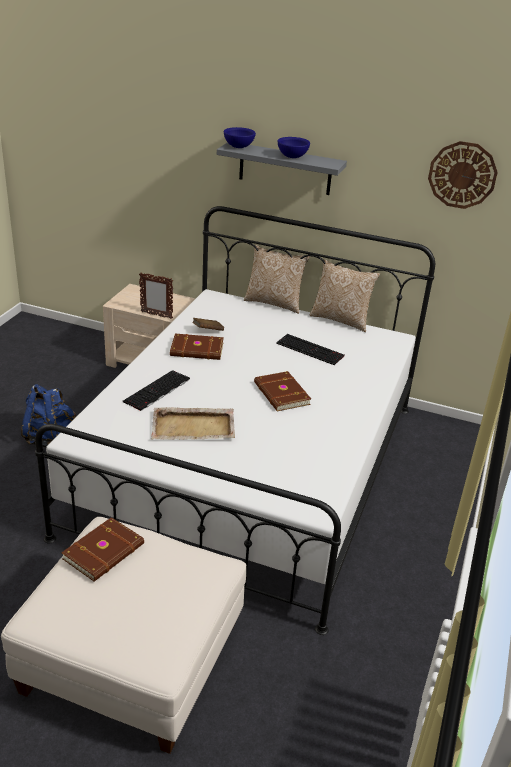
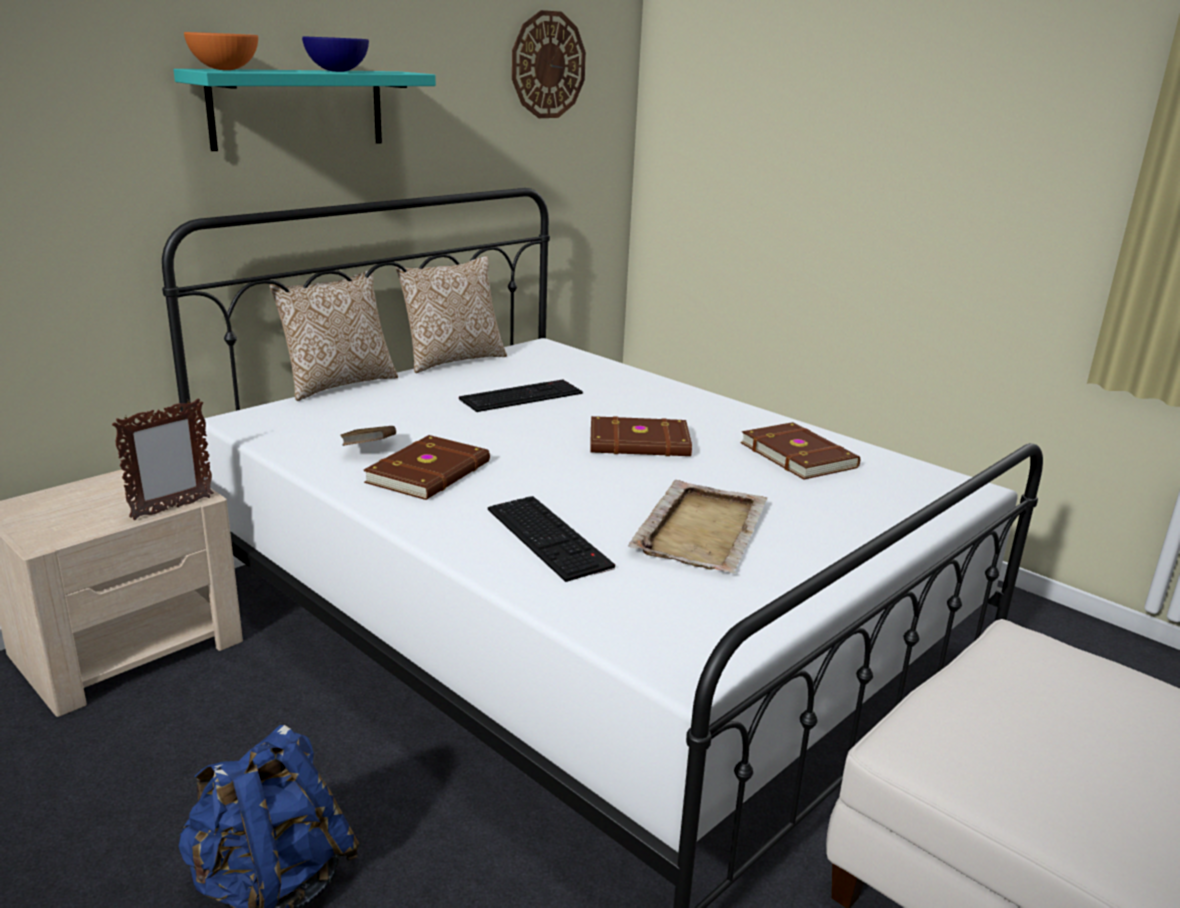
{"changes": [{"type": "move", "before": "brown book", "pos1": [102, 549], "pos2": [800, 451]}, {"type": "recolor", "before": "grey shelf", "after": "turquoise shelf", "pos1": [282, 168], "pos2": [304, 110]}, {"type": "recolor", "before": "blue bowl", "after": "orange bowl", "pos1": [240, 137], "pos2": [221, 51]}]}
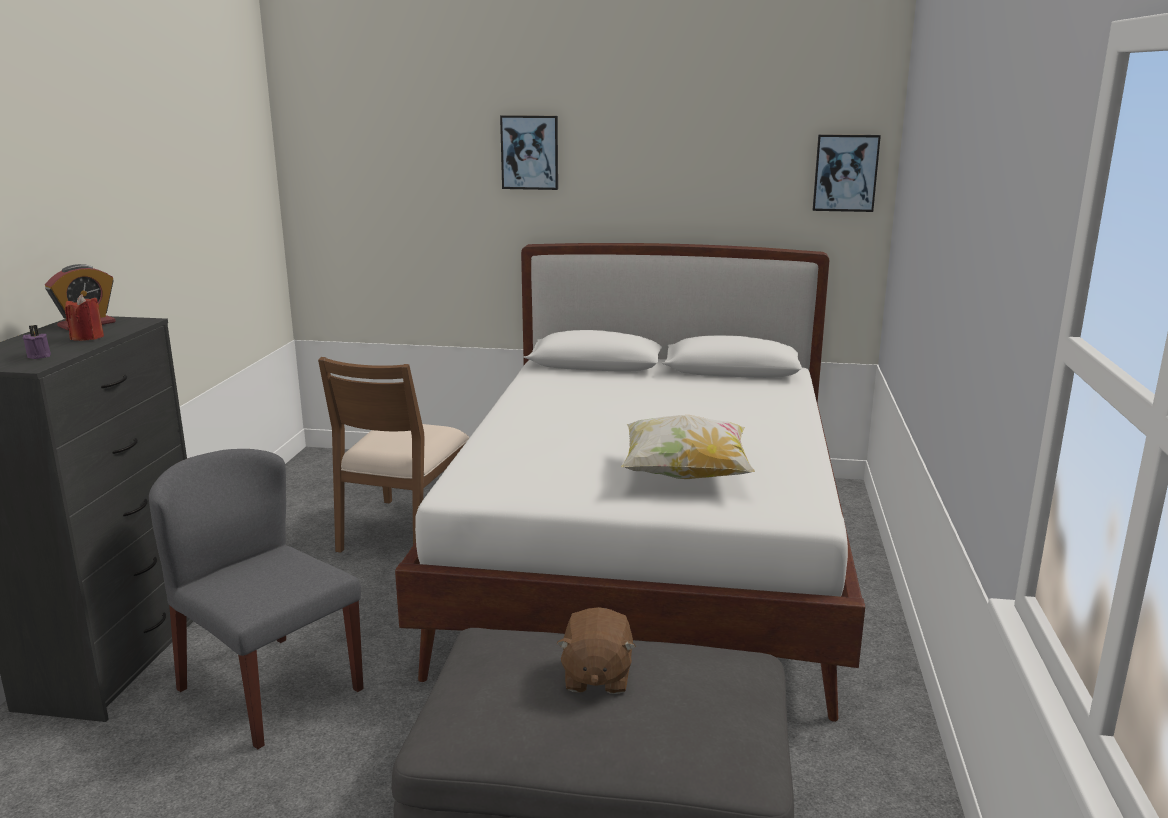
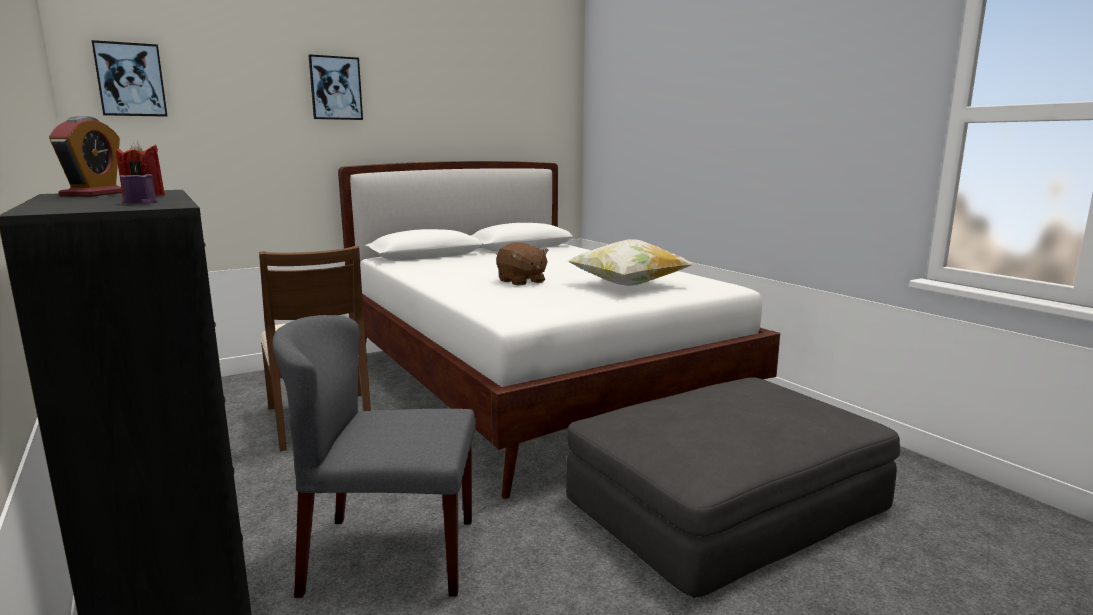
{"changes": [{"type": "move", "before": "brown plush toy", "pos1": [596, 650], "pos2": [522, 264]}, {"type": "move", "before": "picture", "pos1": [847, 173], "pos2": [129, 78]}]}
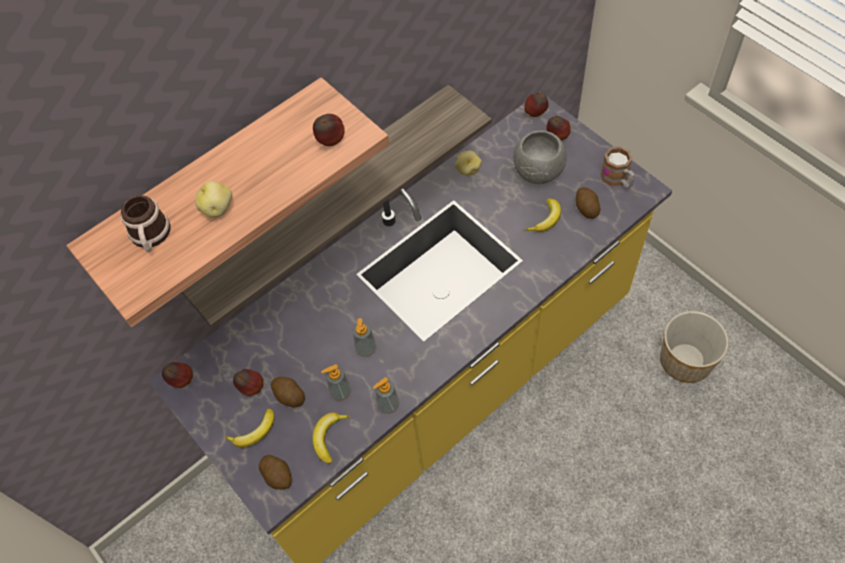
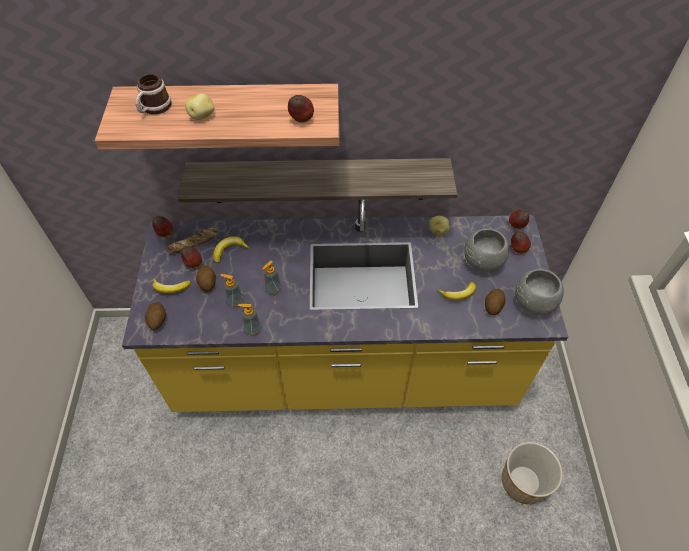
{"changes": [{"type": "move", "before": "banana", "pos1": [331, 438], "pos2": [231, 250]}, {"type": "replace", "before": "mug", "after": "grey bowl", "pos1": [618, 167], "pos2": [539, 292]}, {"type": "insert", "after": "bread", "pos2": [193, 240]}]}
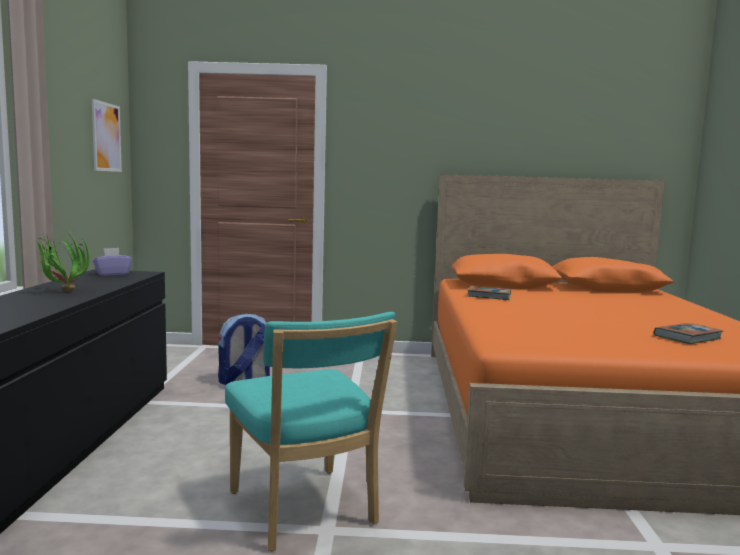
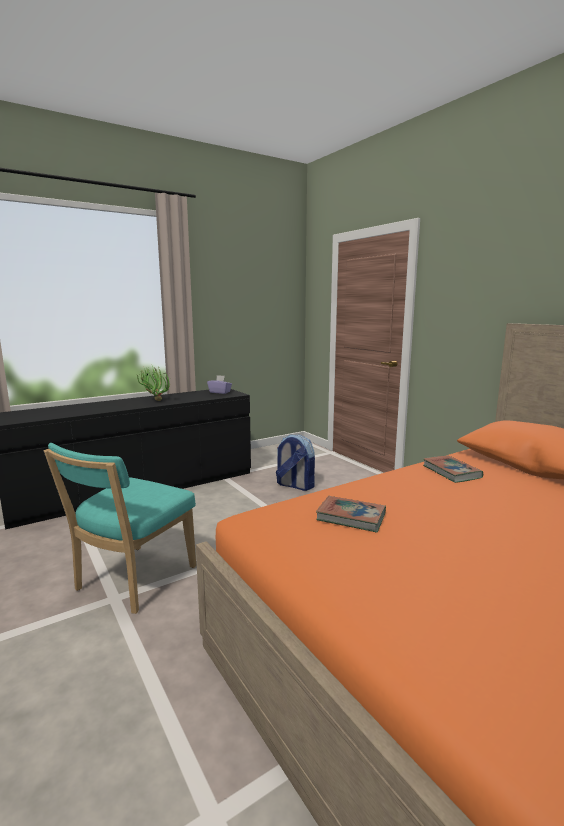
{"changes": [{"type": "delete", "before": "picture", "pos1": [107, 135]}, {"type": "move", "before": "book", "pos1": [688, 333], "pos2": [351, 514]}]}
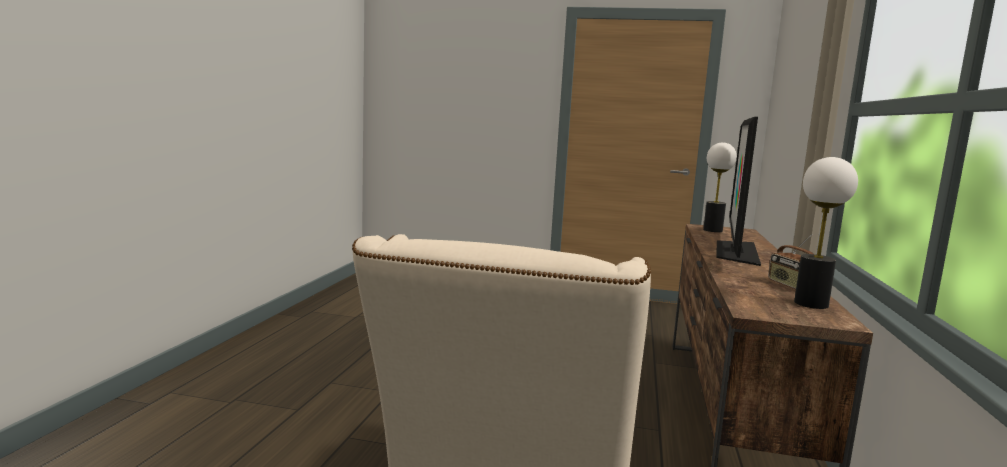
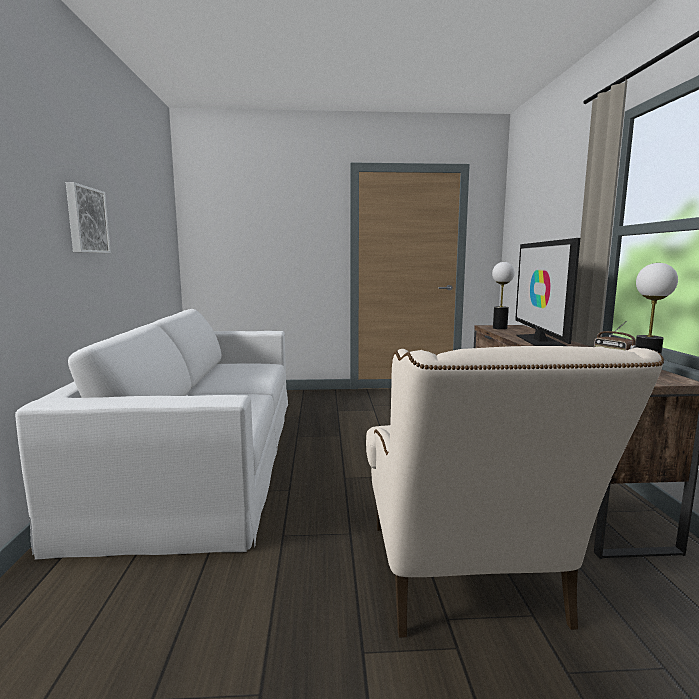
{"changes": [{"type": "insert", "after": "white sofa", "pos2": [151, 434]}, {"type": "insert", "after": "picture", "pos2": [88, 217]}]}
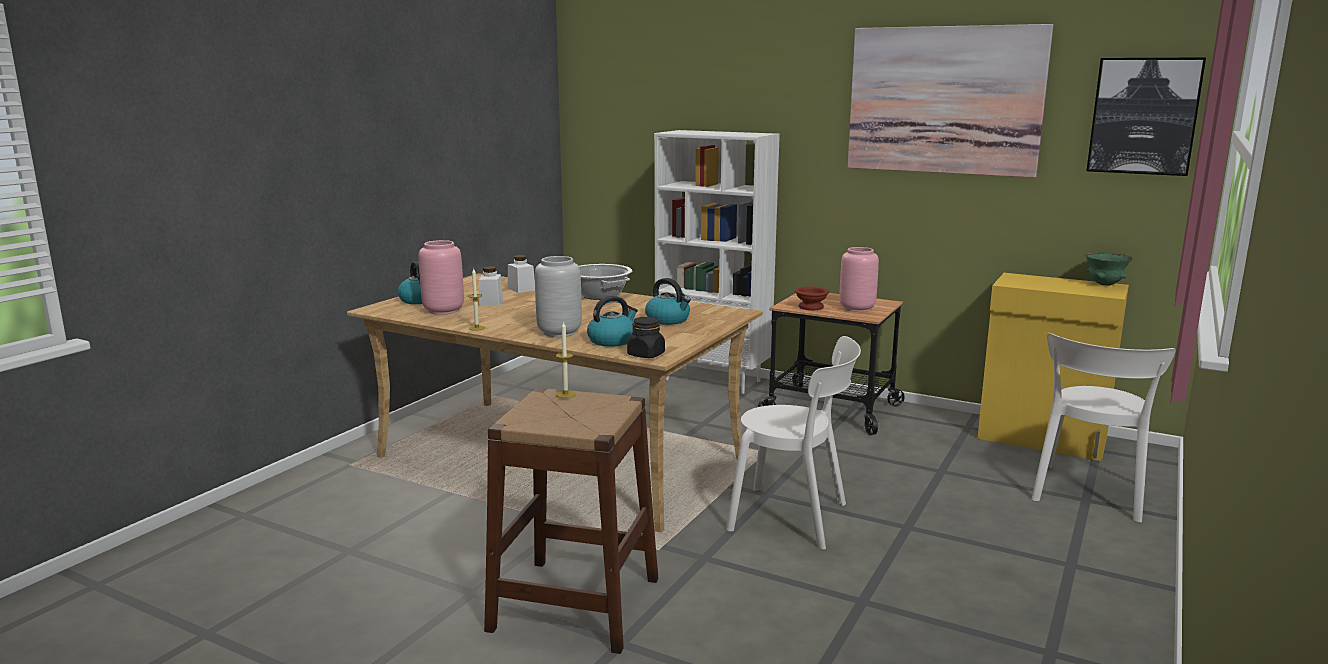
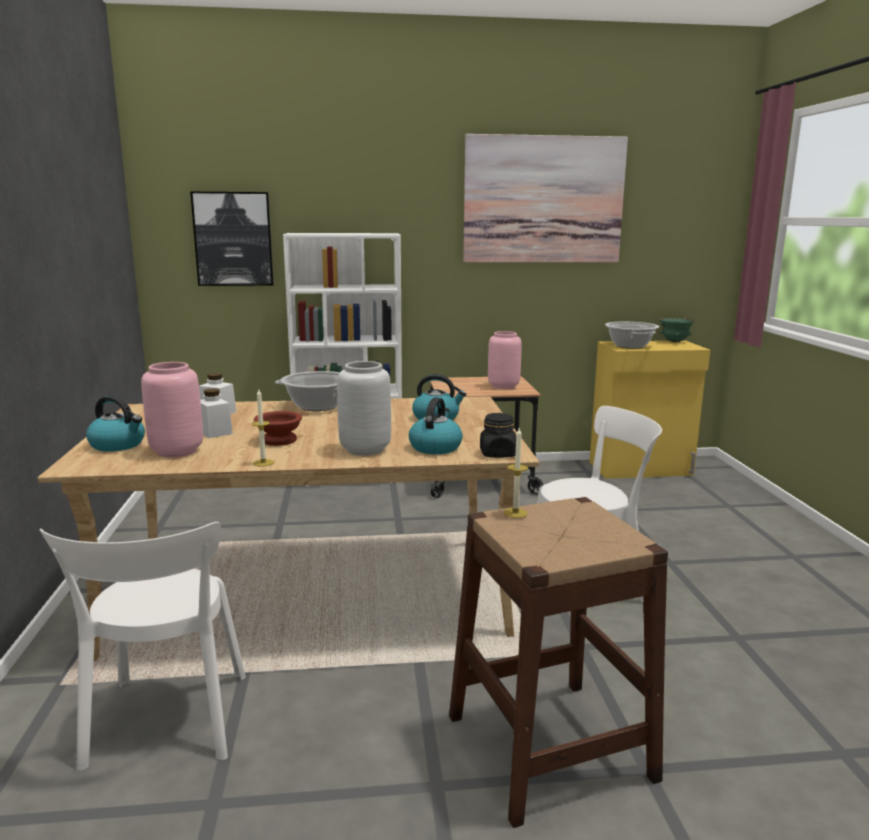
{"changes": [{"type": "move", "before": "brown bowl", "pos1": [812, 298], "pos2": [278, 428]}, {"type": "move", "before": "white chair", "pos1": [1104, 427], "pos2": [142, 646]}, {"type": "move", "before": "picture", "pos1": [1146, 116], "pos2": [232, 239]}, {"type": "insert", "after": "cooking pot", "pos2": [632, 335]}]}
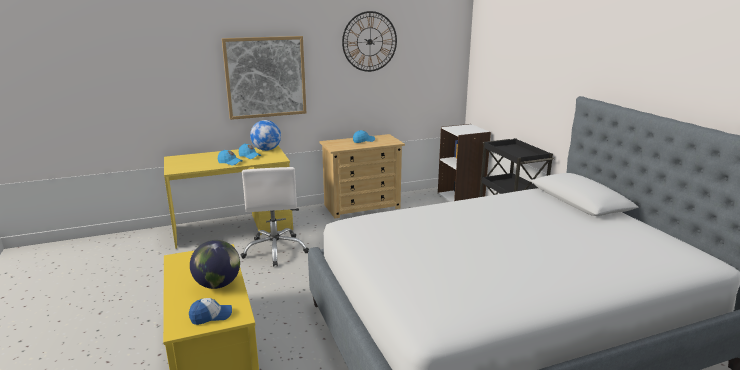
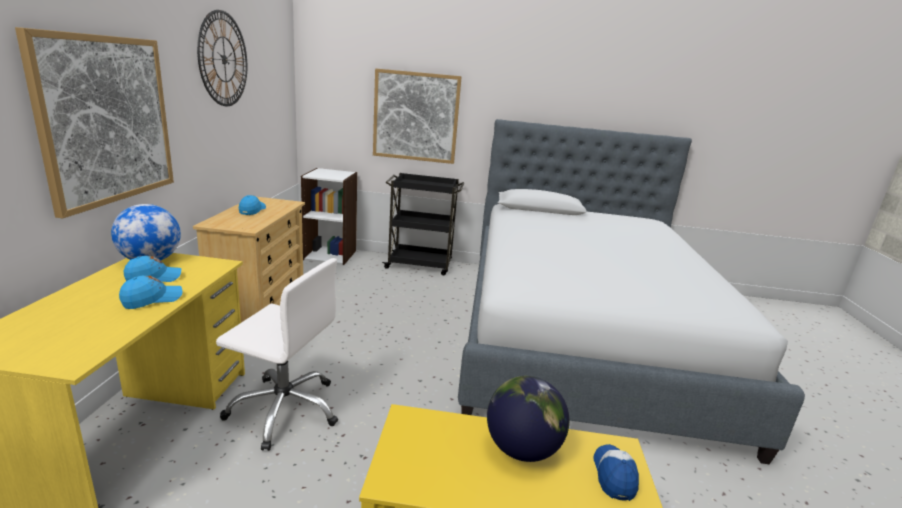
{"changes": [{"type": "insert", "after": "picture", "pos2": [417, 116]}]}
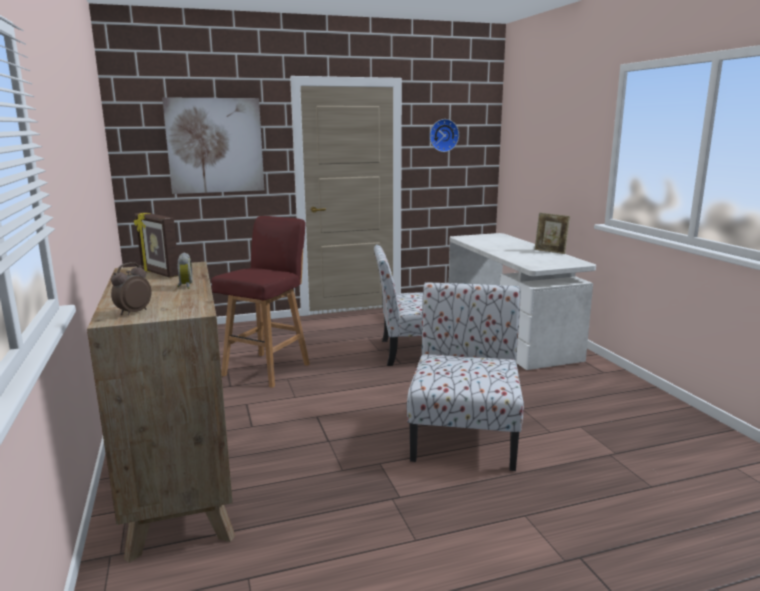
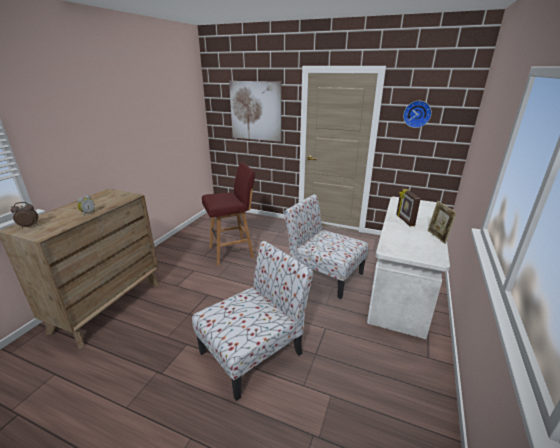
{"changes": [{"type": "move", "before": "picture frame", "pos1": [156, 245], "pos2": [408, 207]}]}
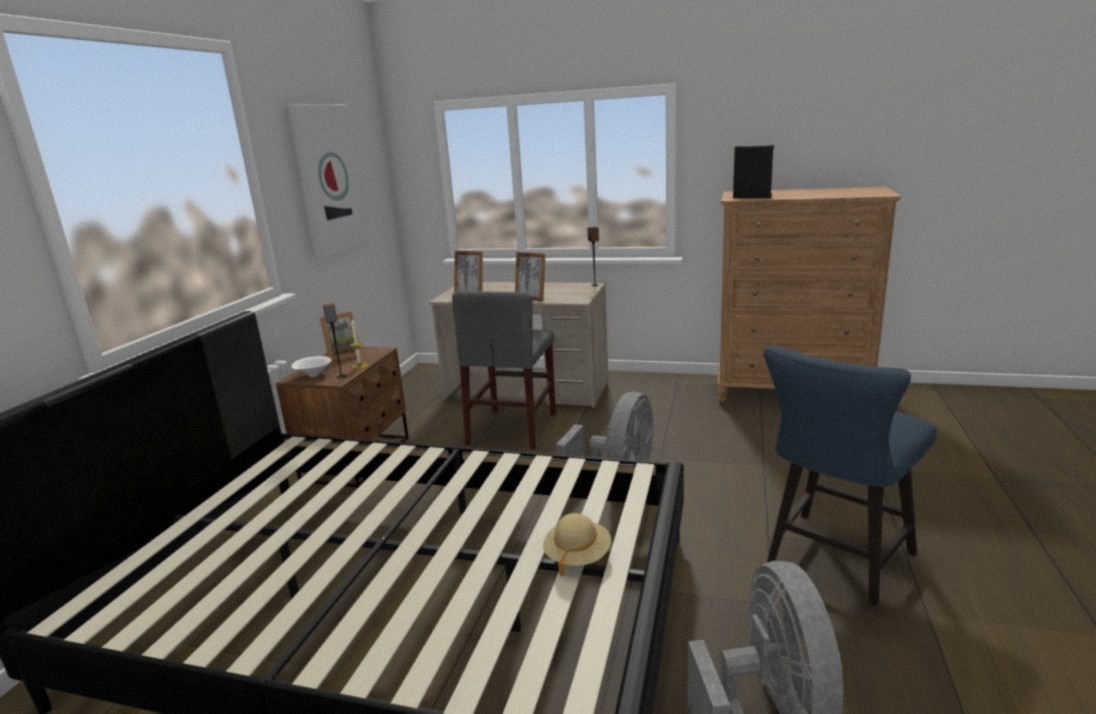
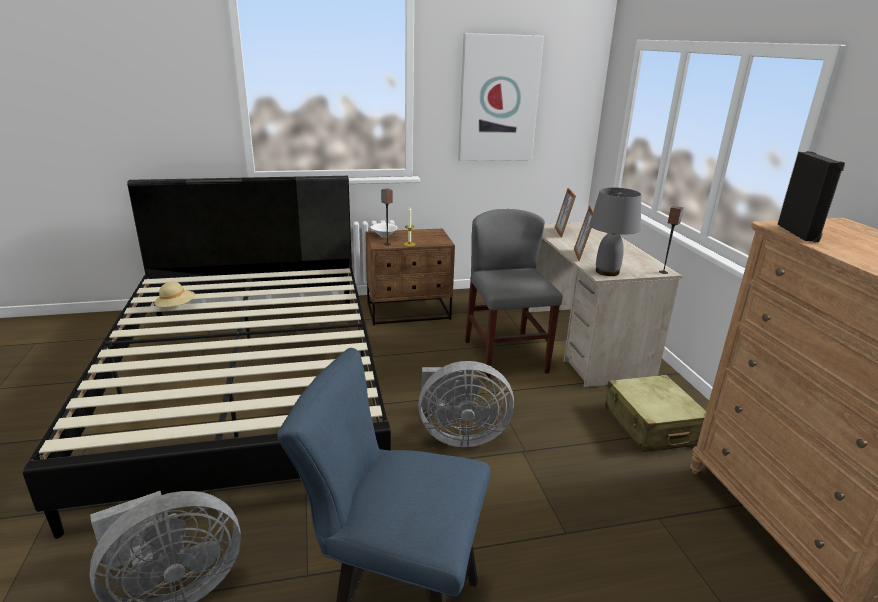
{"changes": [{"type": "delete", "before": "picture frame", "pos1": [341, 336]}, {"type": "rotate", "before": "grey chair", "pos1": [504, 370], "pos2": [514, 293], "turn": 90}, {"type": "move", "before": "beige hat", "pos1": [577, 545], "pos2": [174, 294]}, {"type": "insert", "after": "grey table lamp", "pos2": [615, 231]}, {"type": "insert", "after": "beige suitcase", "pos2": [655, 413]}]}
